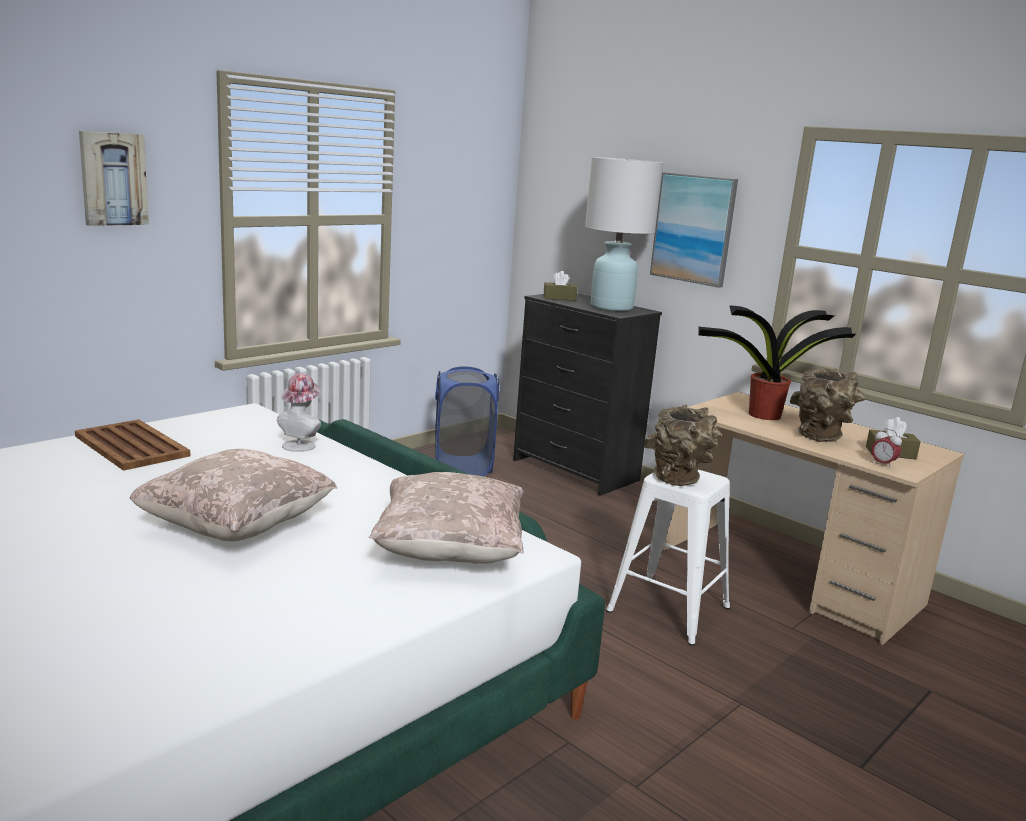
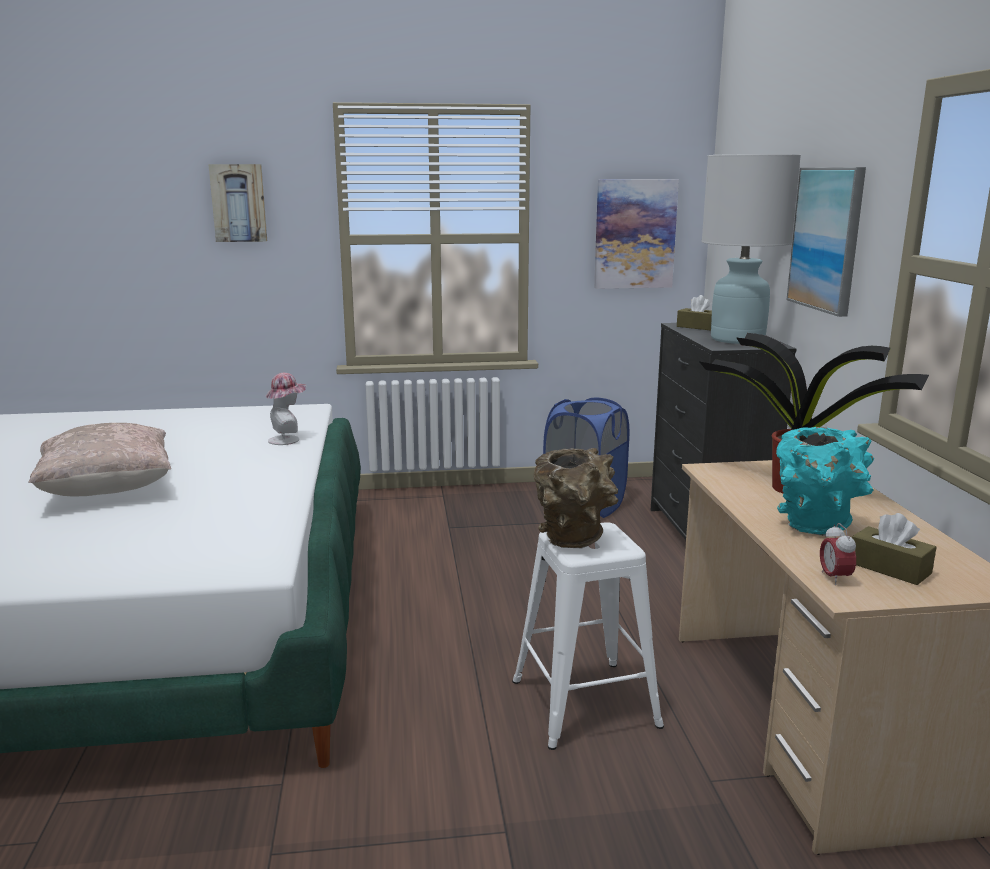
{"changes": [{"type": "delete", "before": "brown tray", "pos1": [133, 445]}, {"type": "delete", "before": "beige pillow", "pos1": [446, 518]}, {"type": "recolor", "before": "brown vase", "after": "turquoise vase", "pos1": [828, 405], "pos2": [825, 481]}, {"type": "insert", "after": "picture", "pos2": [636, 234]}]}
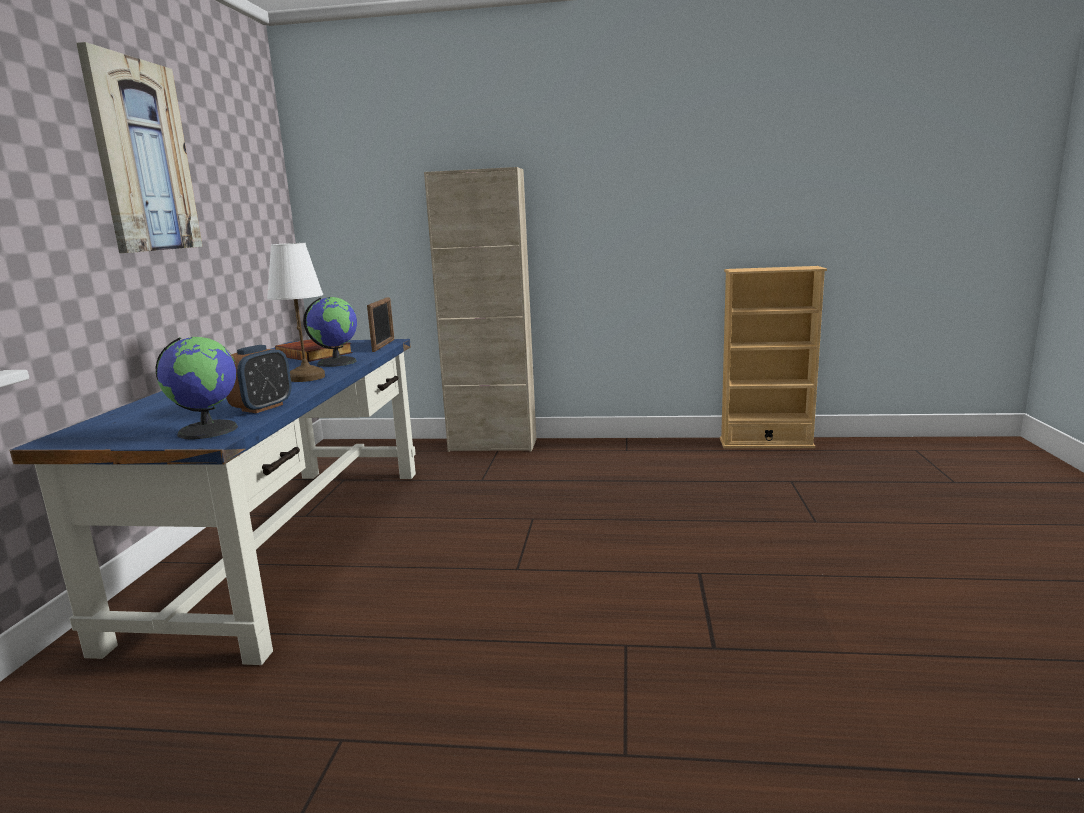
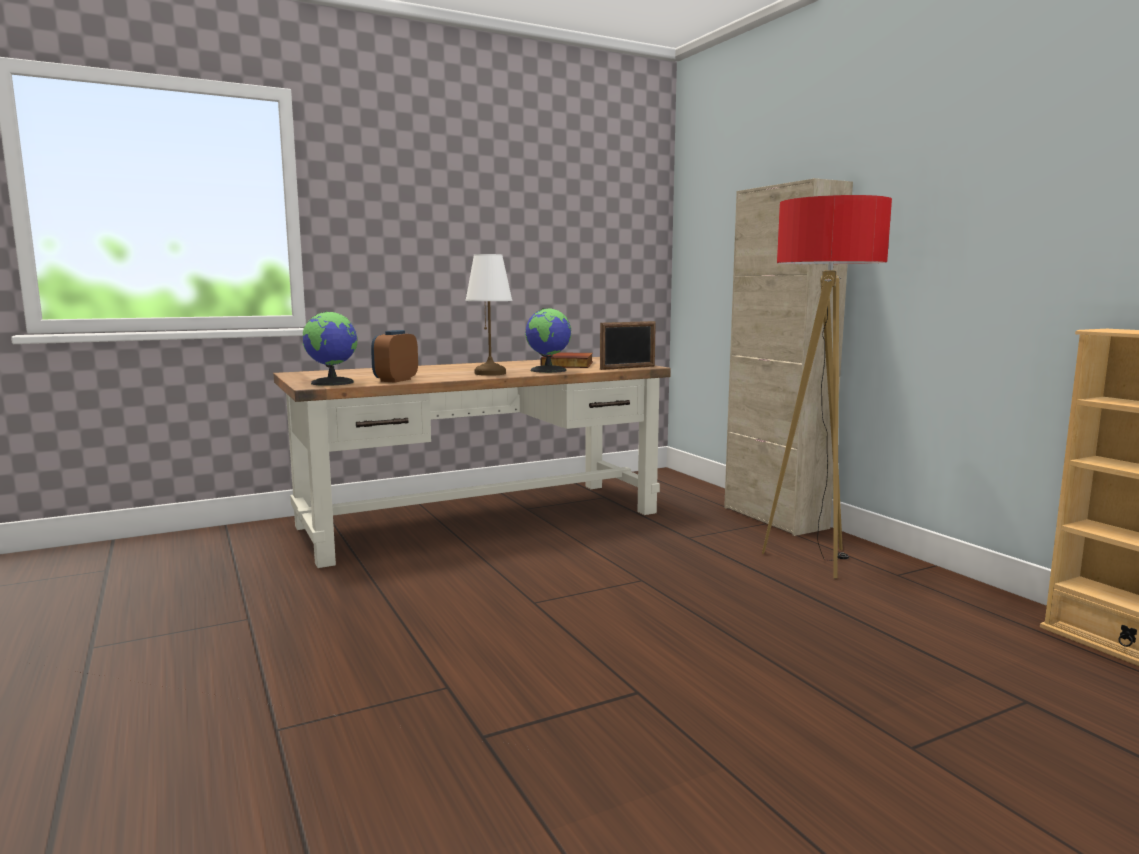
{"changes": [{"type": "recolor", "before": "blue desk", "after": "brown desk", "pos1": [212, 502], "pos2": [472, 462]}, {"type": "delete", "before": "picture", "pos1": [139, 147]}, {"type": "rotate", "before": "alarm clock", "pos1": [259, 379], "pos2": [394, 356], "turn": 120}, {"type": "insert", "after": "floor lamp", "pos2": [827, 387]}]}
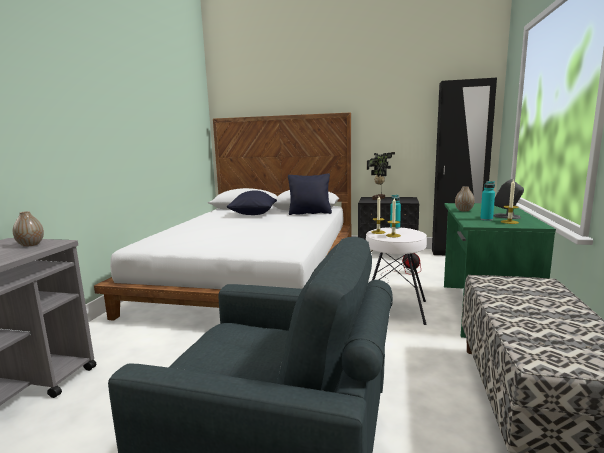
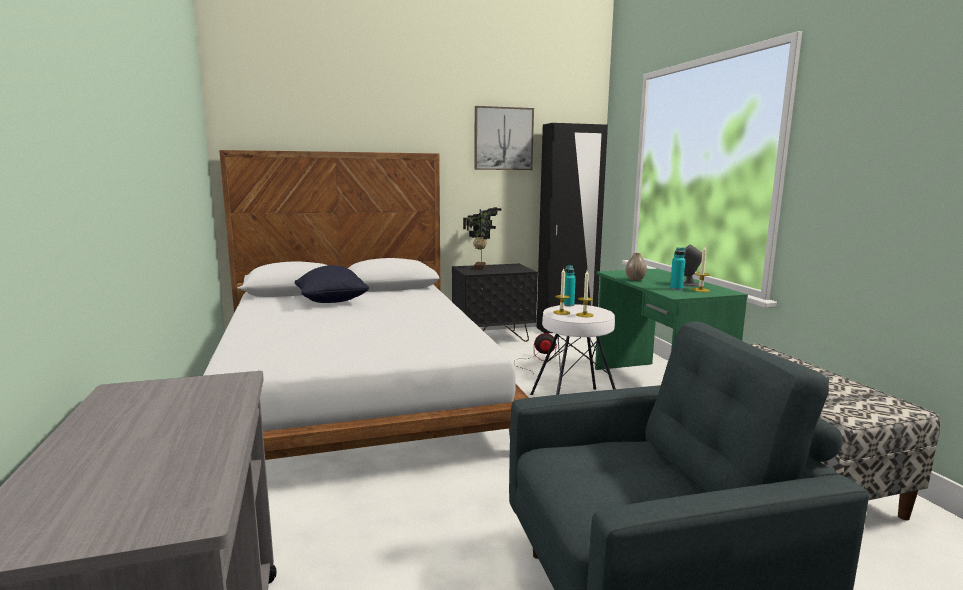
{"changes": [{"type": "delete", "before": "vase", "pos1": [28, 229]}, {"type": "delete", "before": "black pillow", "pos1": [310, 194]}, {"type": "insert", "after": "picture", "pos2": [504, 138]}]}
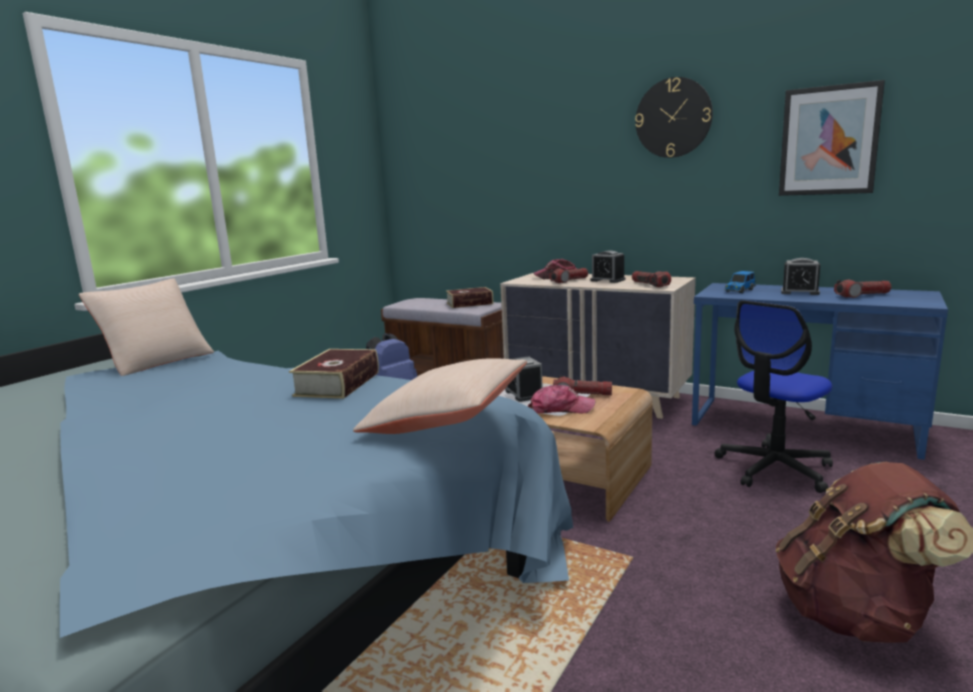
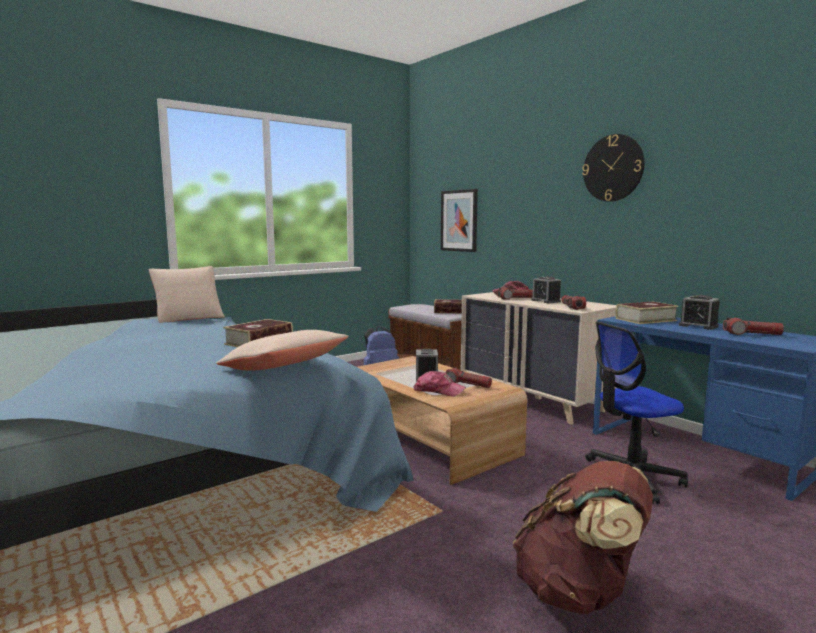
{"changes": [{"type": "replace", "before": "toy car", "after": "book", "pos1": [740, 282], "pos2": [647, 313]}, {"type": "move", "before": "picture", "pos1": [832, 138], "pos2": [459, 220]}]}
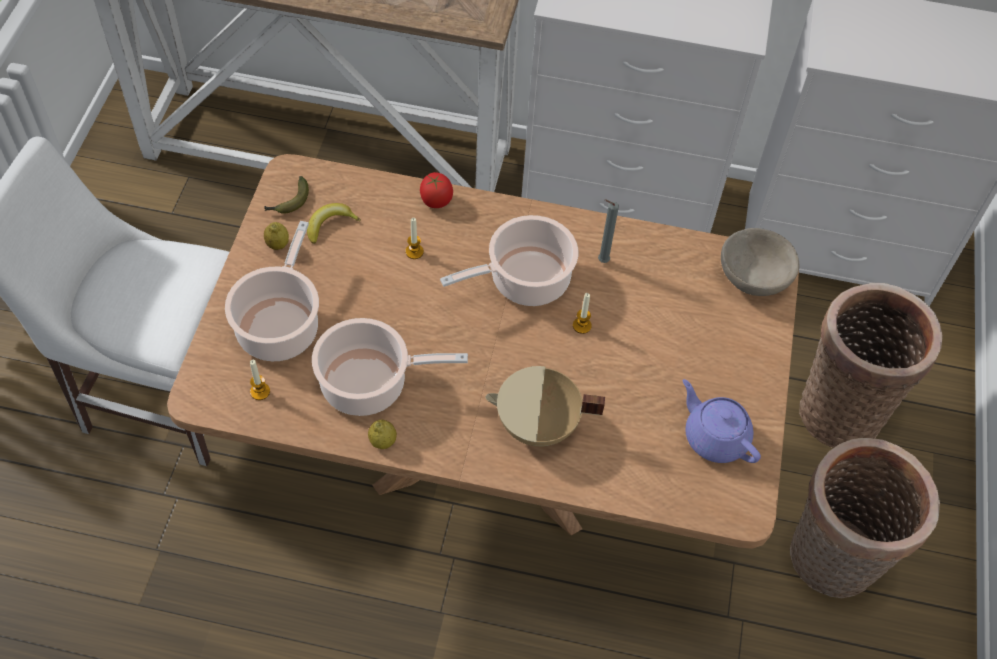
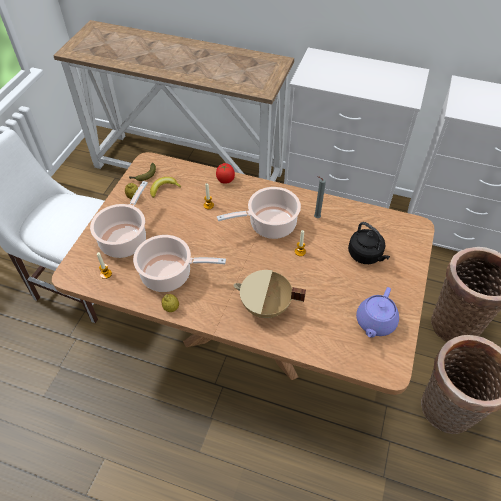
{"changes": [{"type": "rotate", "before": "purple teapot", "pos1": [722, 421], "pos2": [377, 312], "turn": -120}, {"type": "delete", "before": "beige bowl", "pos1": [760, 262]}, {"type": "insert", "after": "black kettle", "pos2": [369, 243]}]}
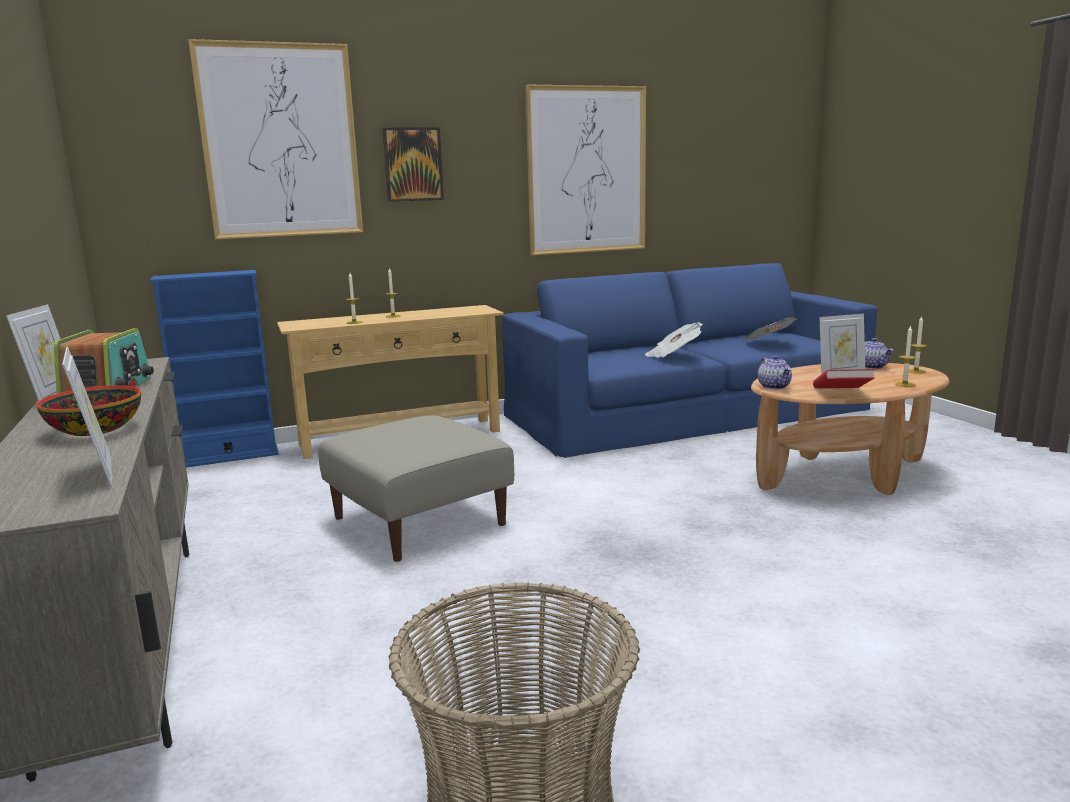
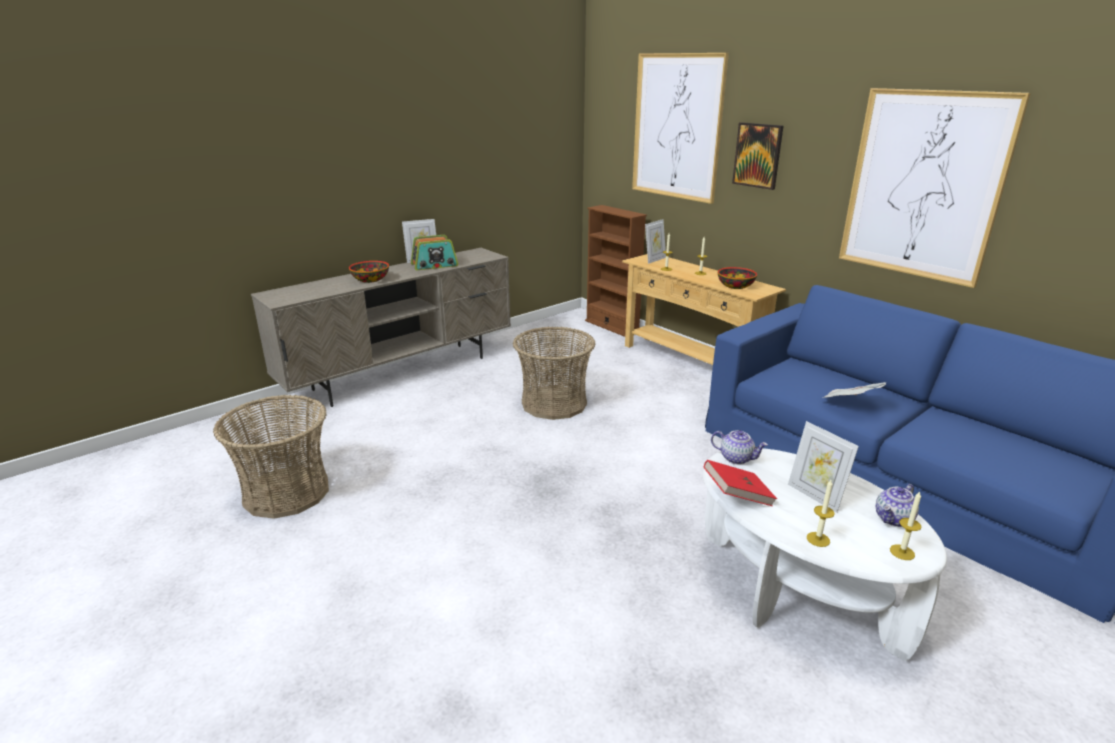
{"changes": [{"type": "move", "before": "picture frame", "pos1": [87, 417], "pos2": [655, 241]}, {"type": "recolor", "before": "blue bookcase", "after": "brown bookcase", "pos1": [214, 368], "pos2": [616, 271]}, {"type": "replace", "before": "beige ottoman", "after": "basket", "pos1": [416, 488], "pos2": [554, 373]}, {"type": "delete", "before": "newspaper", "pos1": [769, 328]}, {"type": "recolor", "before": "brown coffee table", "after": "white coffee table", "pos1": [850, 429], "pos2": [824, 554]}, {"type": "rotate", "before": "teapot", "pos1": [775, 372], "pos2": [739, 447], "turn": -120}, {"type": "insert", "after": "bowl", "pos2": [737, 278]}]}
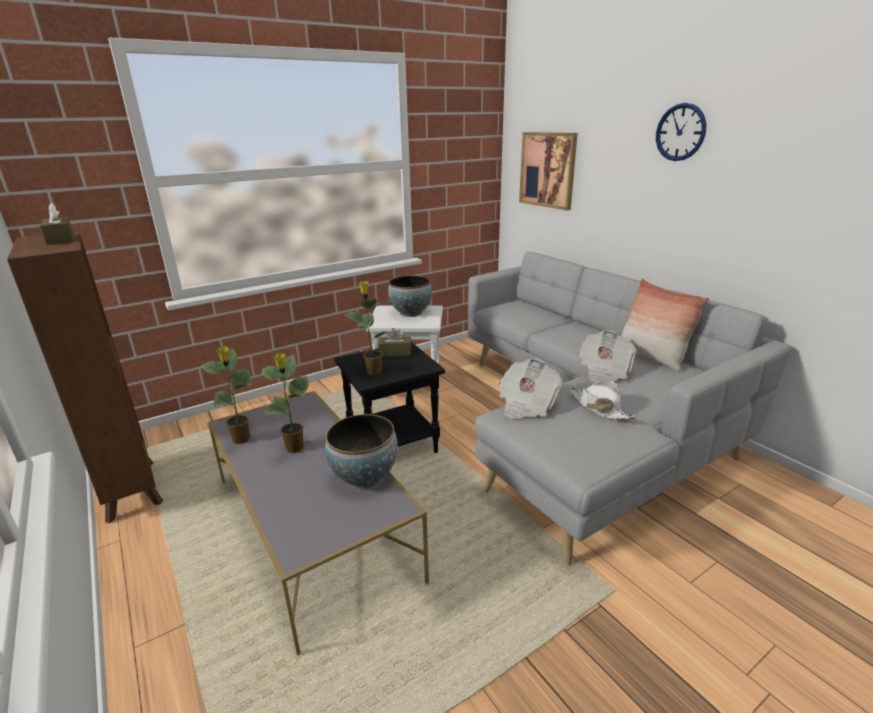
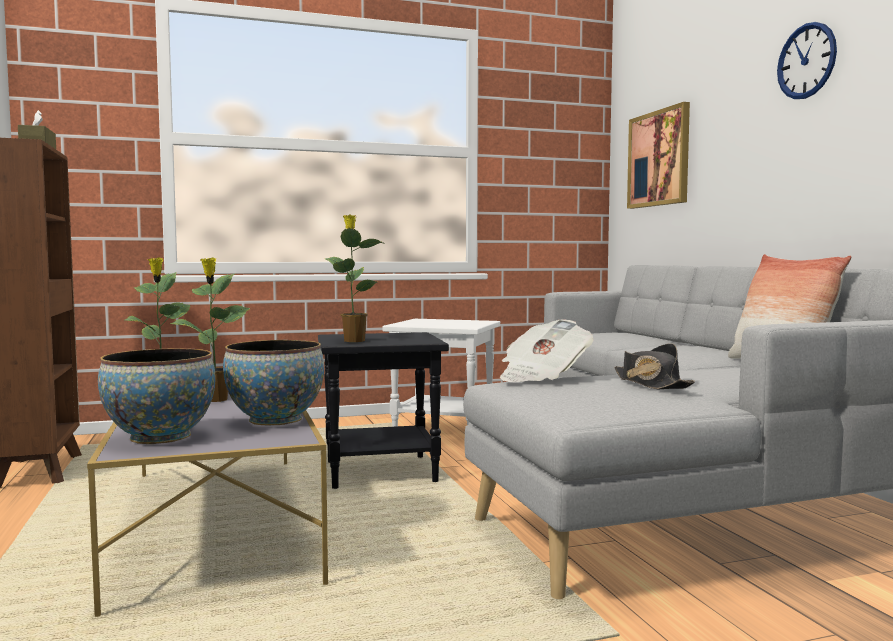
{"changes": [{"type": "delete", "before": "brown tissue box", "pos1": [394, 342]}, {"type": "move", "before": "bowl", "pos1": [410, 296], "pos2": [157, 396]}, {"type": "recolor", "before": "white hat", "after": "black hat", "pos1": [602, 400], "pos2": [655, 366]}, {"type": "delete", "before": "newspaper", "pos1": [607, 356]}]}
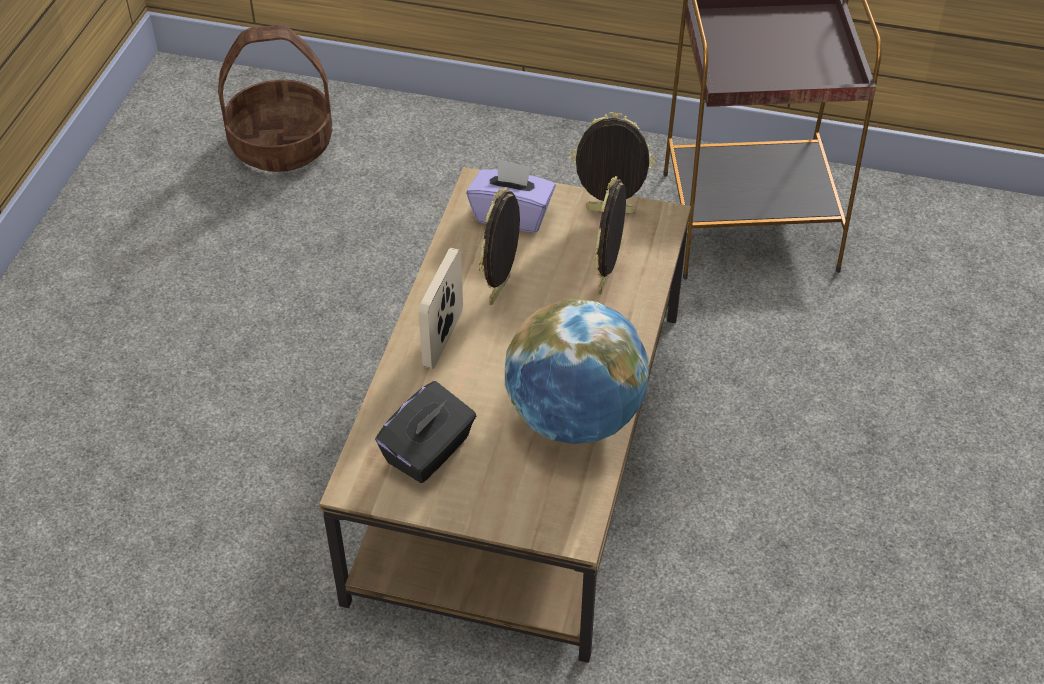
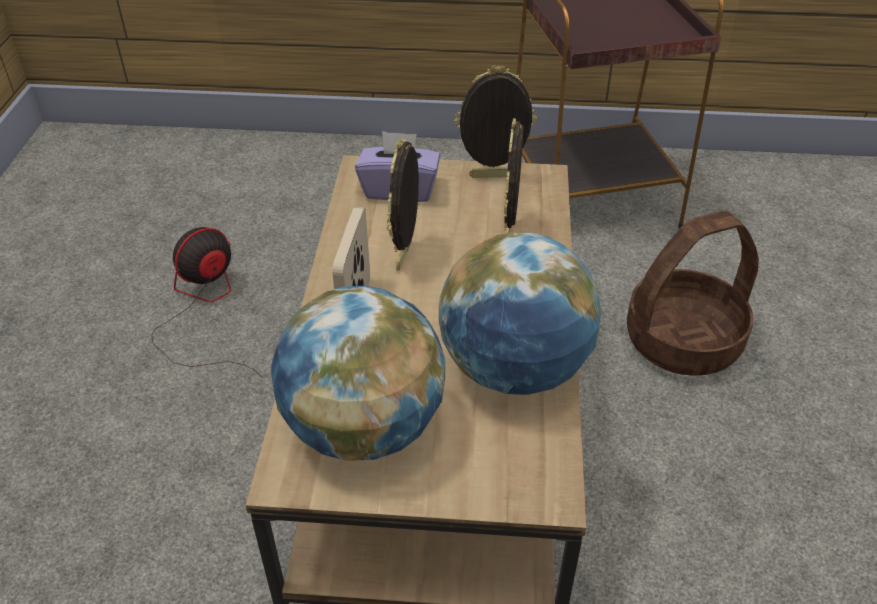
{"changes": [{"type": "move", "before": "basket", "pos1": [275, 98], "pos2": [693, 293]}, {"type": "replace", "before": "black tissue box", "after": "globe", "pos1": [425, 432], "pos2": [357, 373]}, {"type": "insert", "after": "fan", "pos2": [207, 302]}]}
